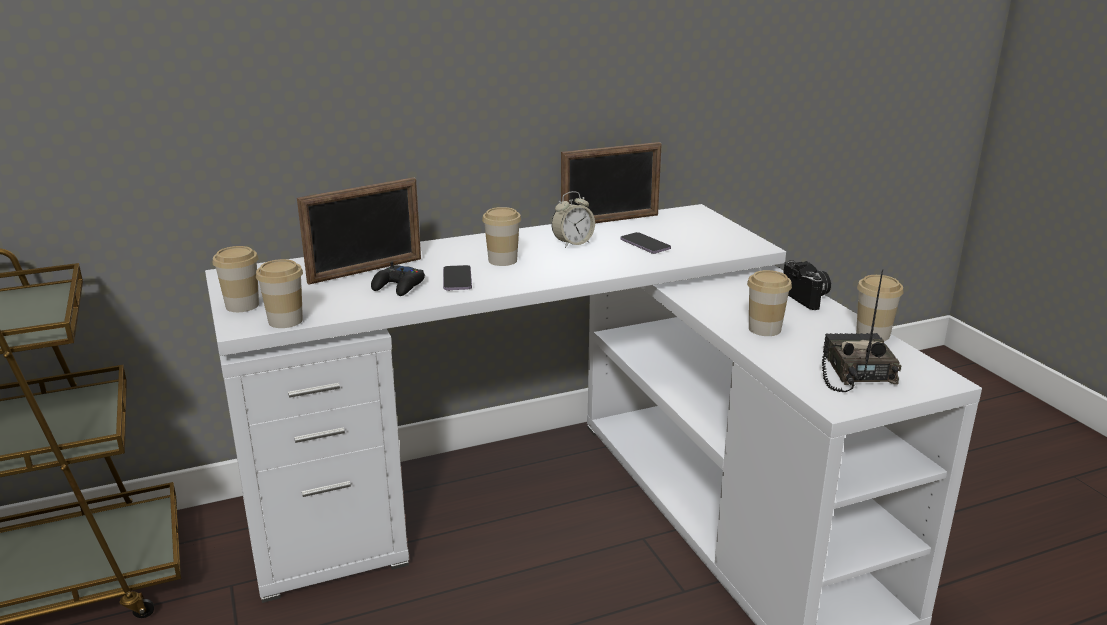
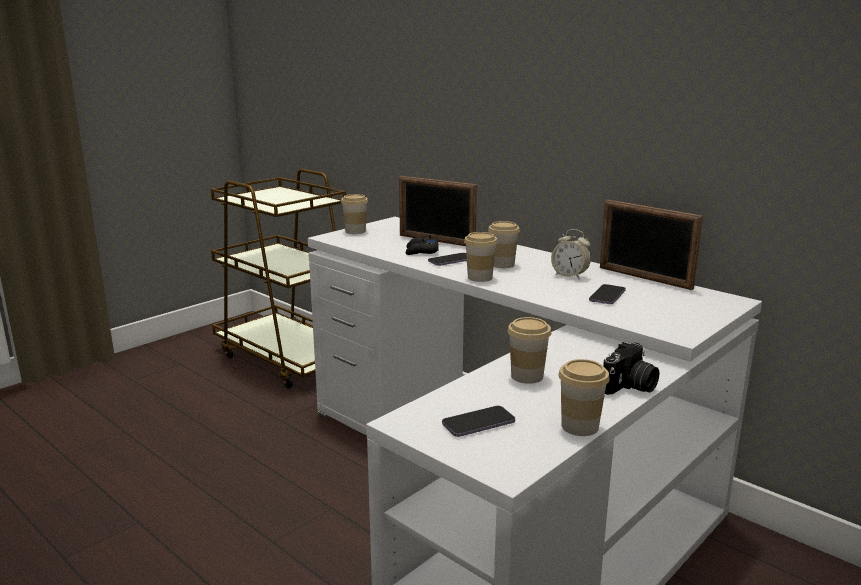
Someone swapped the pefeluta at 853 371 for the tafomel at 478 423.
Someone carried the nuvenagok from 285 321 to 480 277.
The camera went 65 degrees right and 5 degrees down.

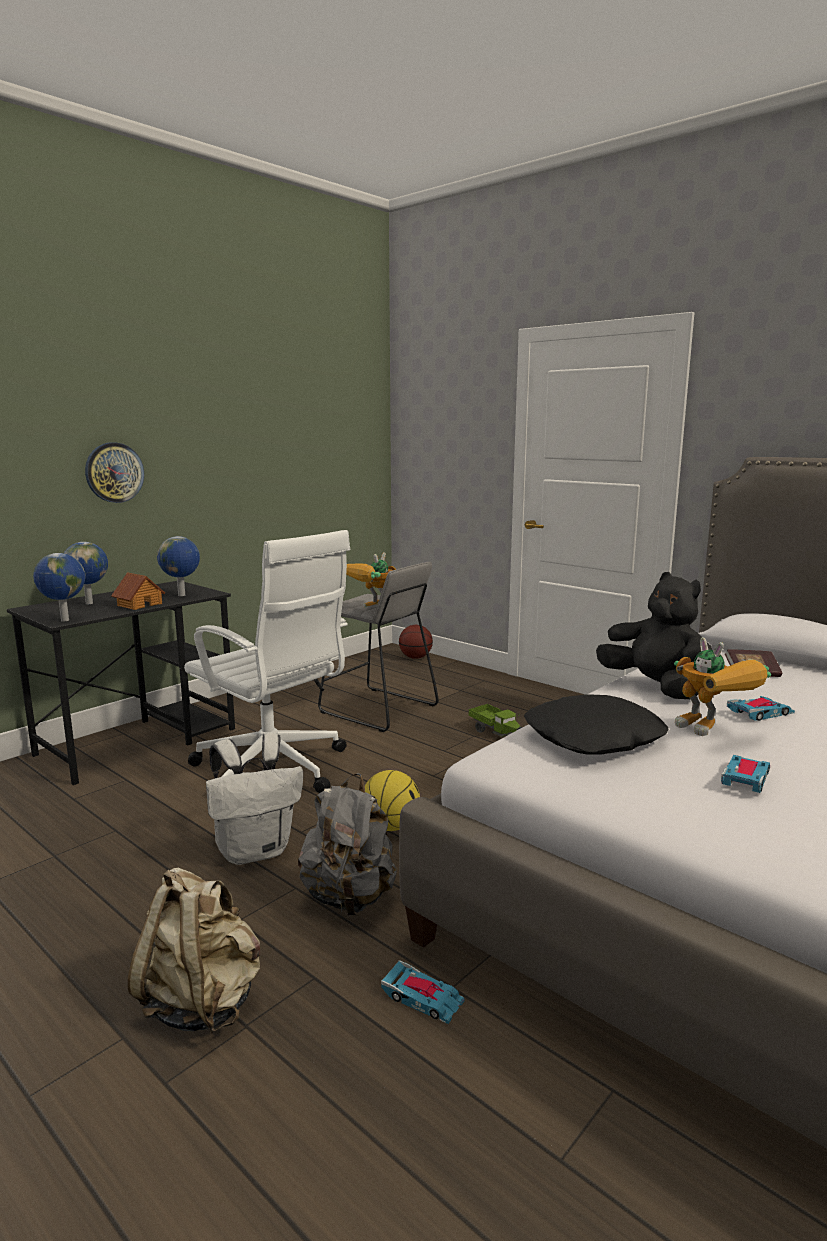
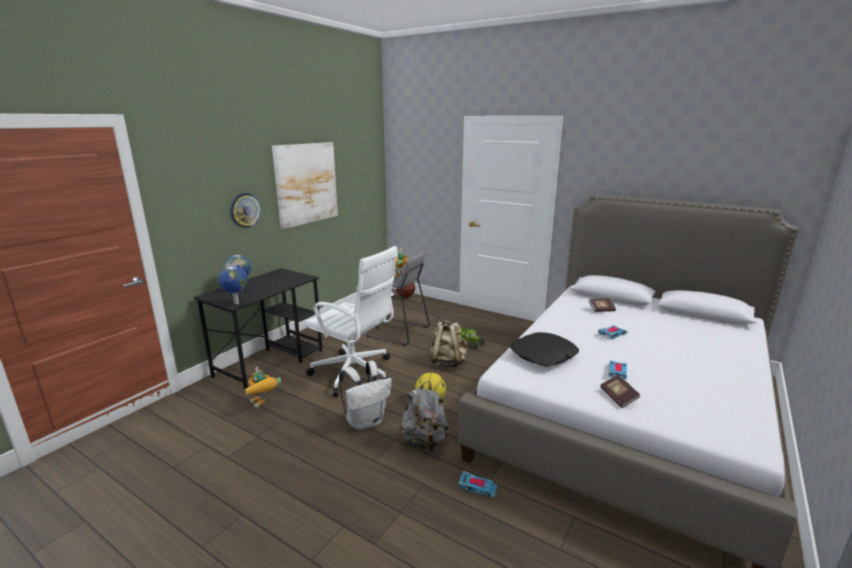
Someone carried the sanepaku from 713 731 to 263 405.
Someone put up the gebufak at 306 183.
Someone carried the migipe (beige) from 202 1001 to 448 362.
Someone put down the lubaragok at 618 397.
Someone took away the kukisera at 139 604.
Someone took away the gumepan at 182 595.
Someone took away the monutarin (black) at 655 687.
The camera went 10 degrees left and 5 degrees up.

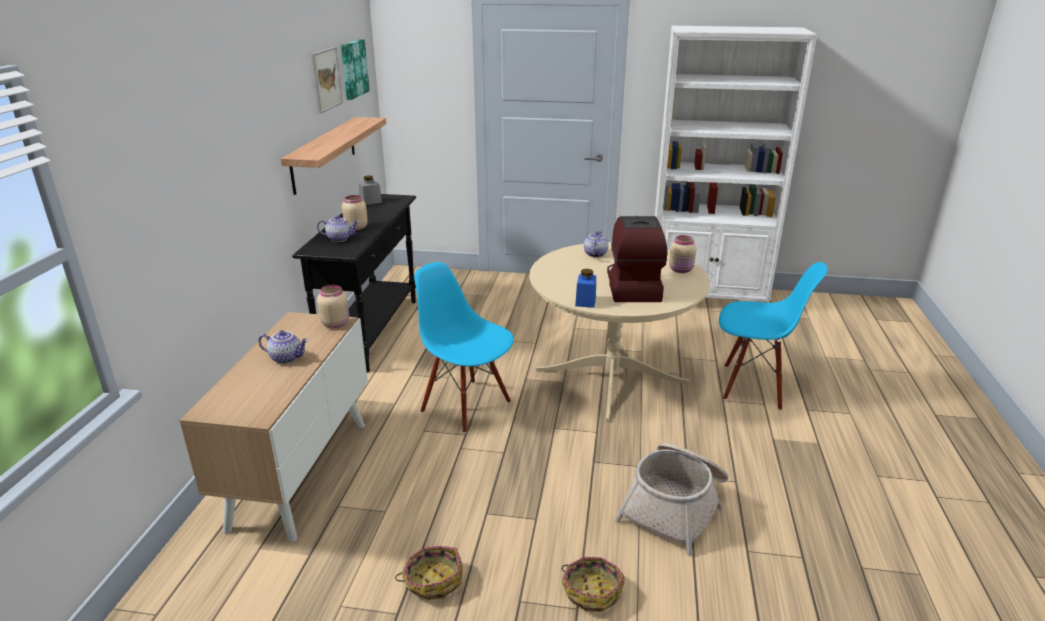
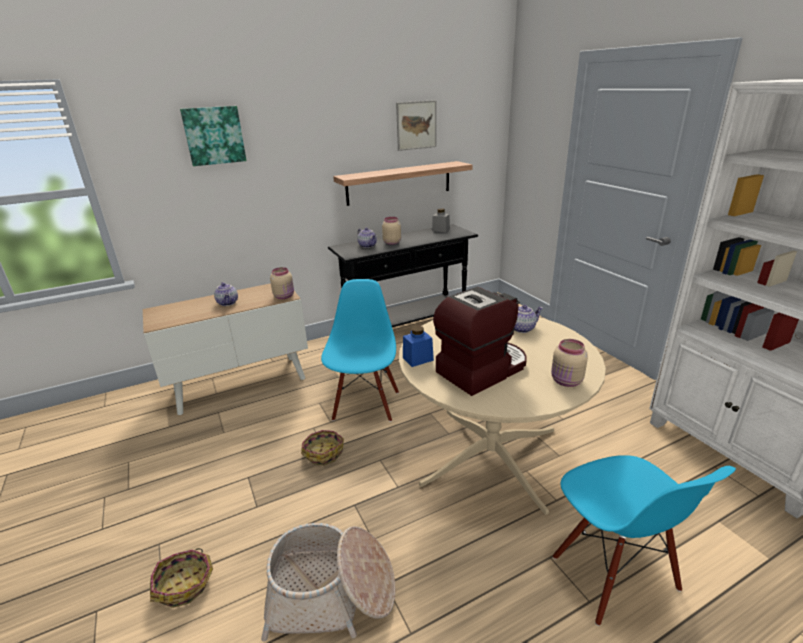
Someone carried the gebufak from 353 69 to 214 135.
Someone carried the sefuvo from 433 580 to 323 452.
The camera went 55 degrees right and 0 degrees up.

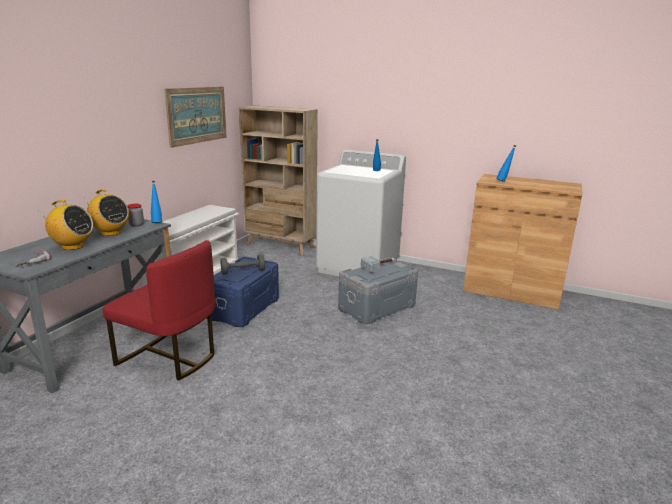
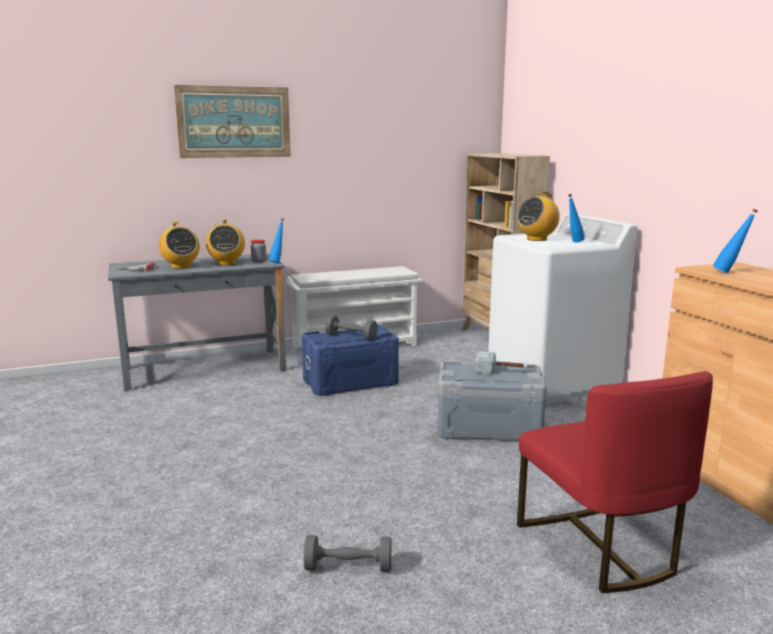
Someone carried the gebufak from 197 115 to 234 122.
Someone put down the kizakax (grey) at 348 567.
Someone put down the pefeluta at 537 239.
Someone carried the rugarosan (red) from 169 357 to 600 547.
The camera went 45 degrees right and 5 degrees down.

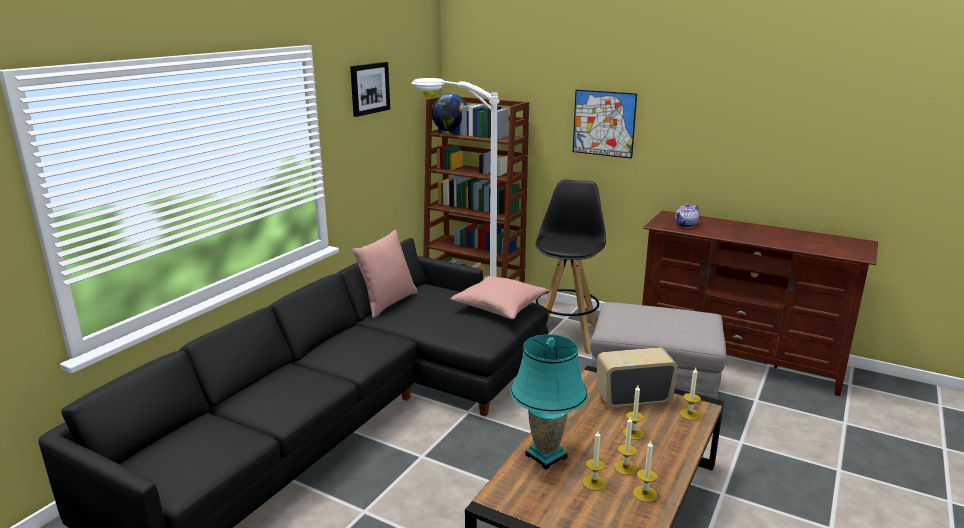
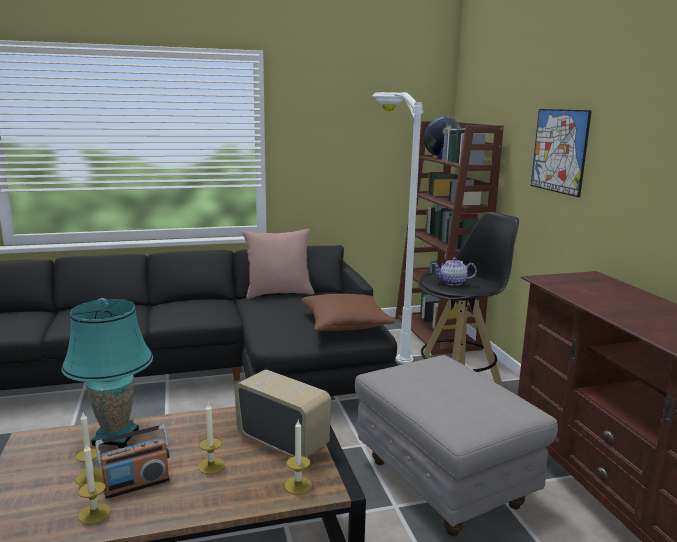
Someone swapped the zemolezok at 625 467 for the pefeluta at 136 484.
Someone repainted the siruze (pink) at 499 307, which became the siruze (brown) at 345 324.
Someone carried the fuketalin from 686 225 to 452 283.
Someone took away the gebufak at 369 88.
The camera went 45 degrees right and 5 degrees down.

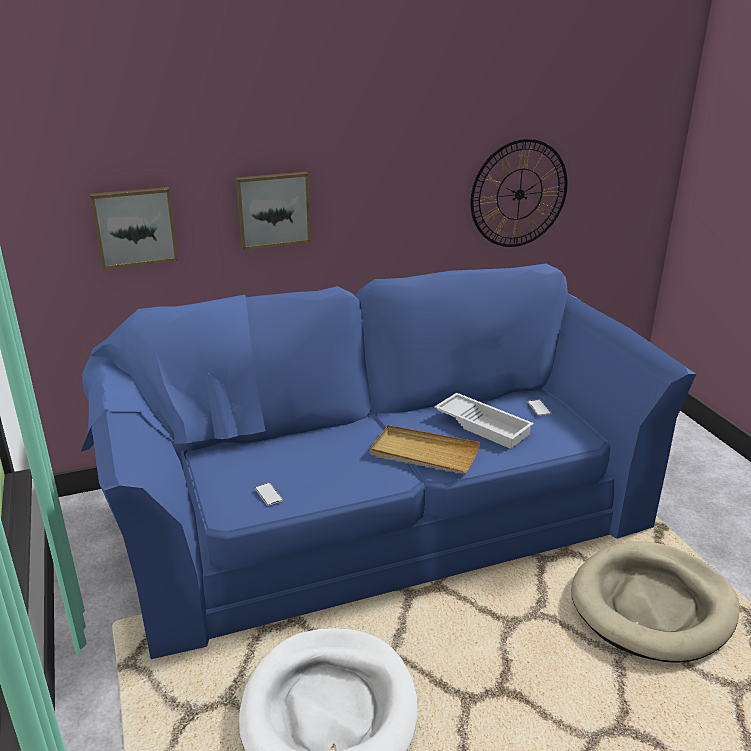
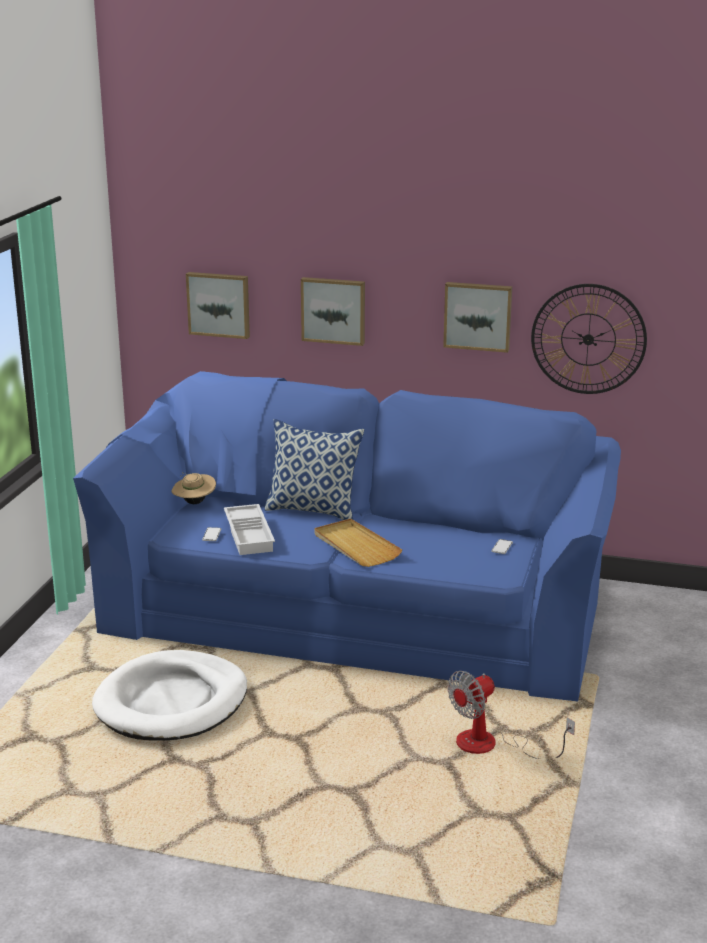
Someone put down the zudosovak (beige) at 194 502.
Someone carried the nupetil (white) from 484 425 to 250 535.
Someone put down the siruze at 314 510.
Someone put up the gebufak at 478 316.
Someone swapped the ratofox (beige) at 653 605 for the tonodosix at 491 745.
The camera went 35 degrees right and 5 degrees down.

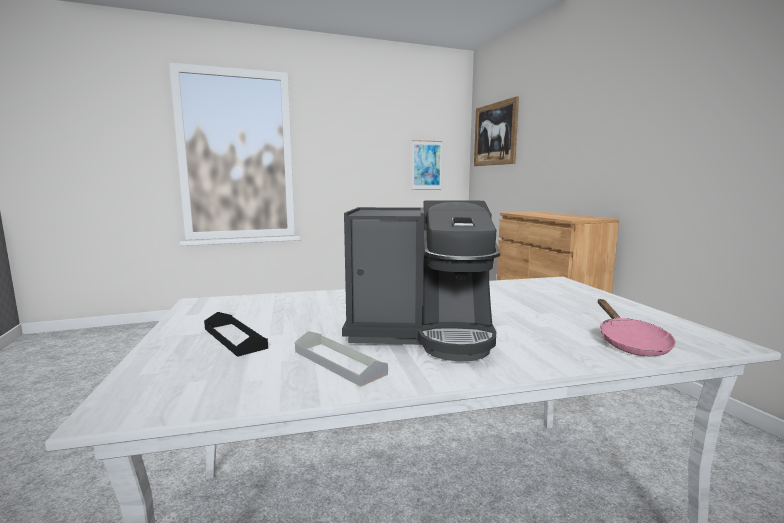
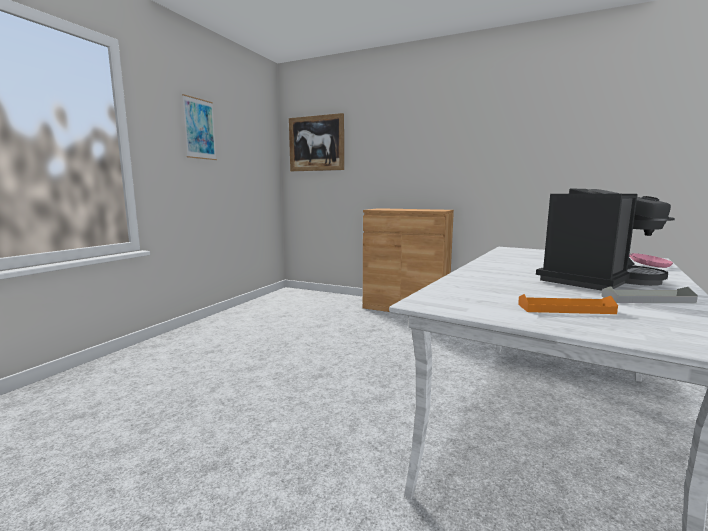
Someone carried the gebufak from 426 165 to 199 129.
Someone repainted the nupetil (black) at 234 338, which became the nupetil (orange) at 565 309.
The camera went 45 degrees left and 0 degrees up.

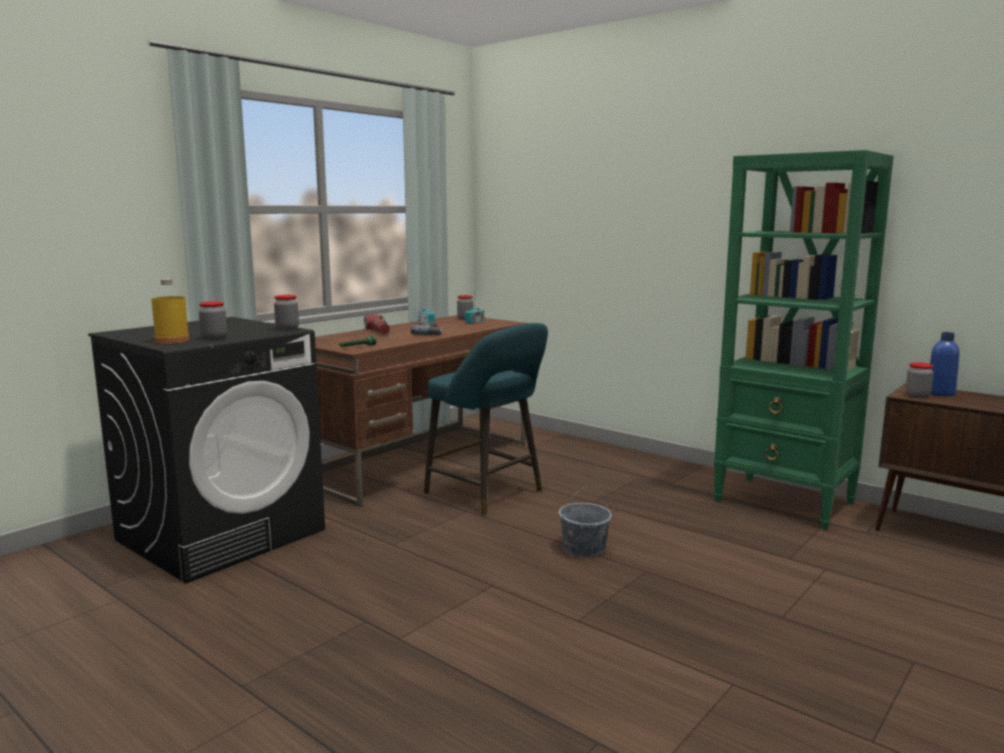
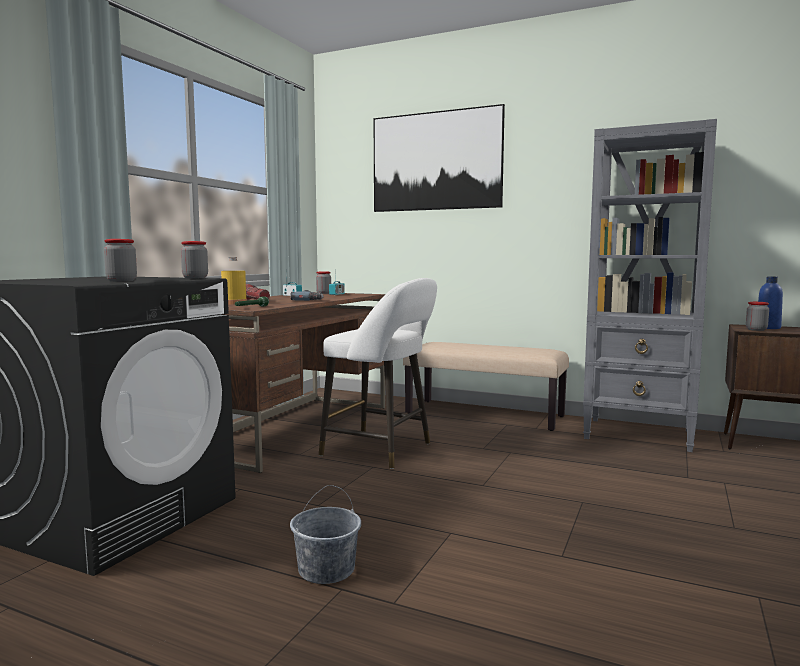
Someone carried the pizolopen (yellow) from 172 340 to 234 303.
Someone carried the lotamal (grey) from 584 548 to 327 569.
Someone repainted the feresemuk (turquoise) at 488 494, which became the feresemuk (white) at 382 451.
Someone put up the gebufak at 436 161.
Someone put down the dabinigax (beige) at 485 414.
Someone repainted the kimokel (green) at 785 502, which became the kimokel (grey) at 640 435.
The camera went 15 degrees left and 5 degrees down.

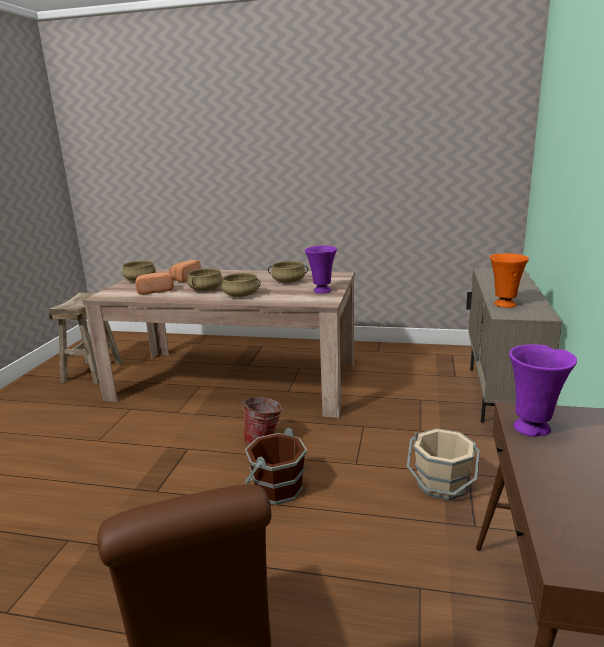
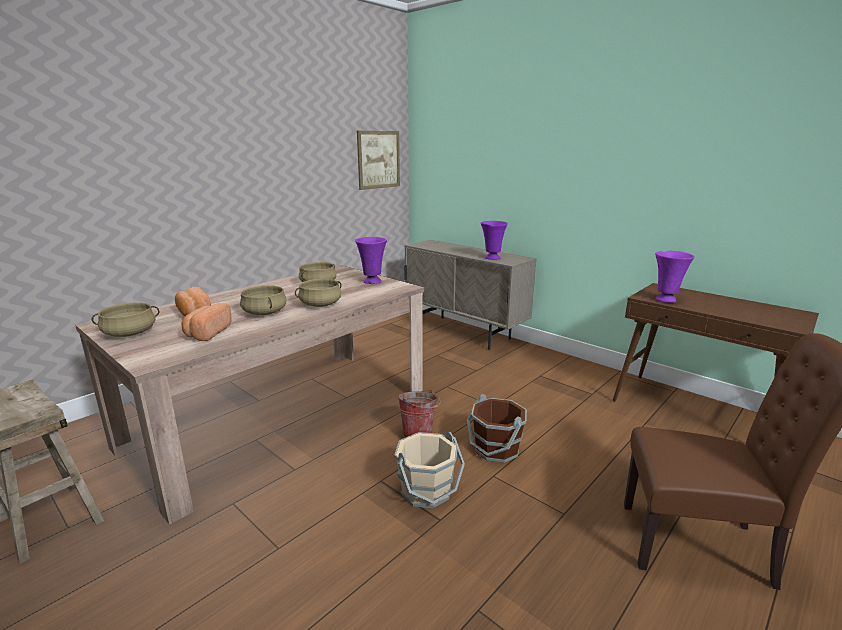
Someone put up the gebufak at 378 159.
Someone carried the lotamal (beige) from 442 485 to 427 491.
Someone repainted the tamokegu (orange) at 504 304, which became the tamokegu (purple) at 492 258.
The camera went 60 degrees left and 0 degrees up.

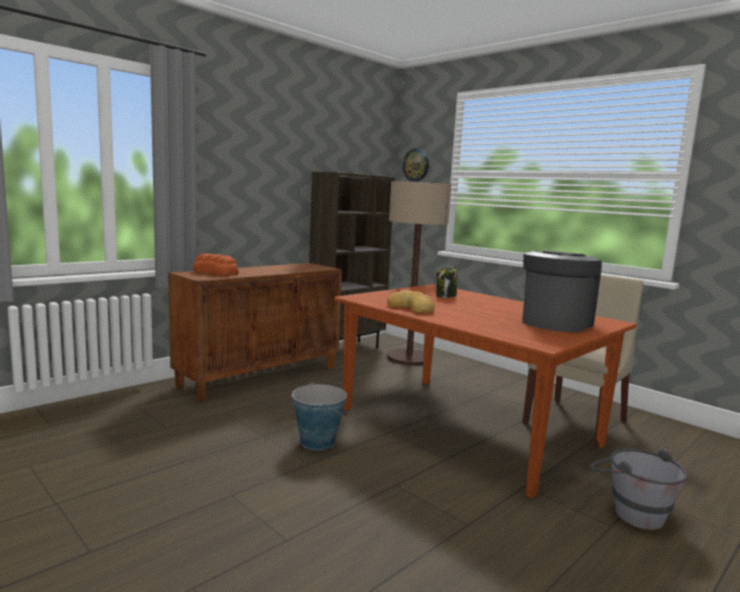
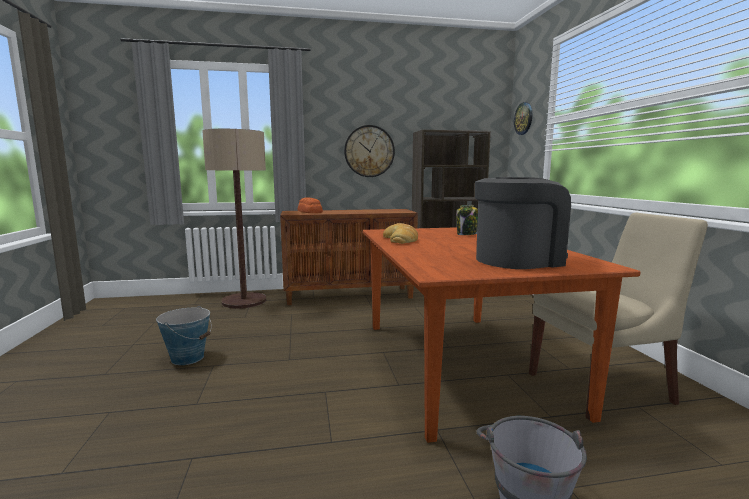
Someone carried the lotamal from 317 442 to 188 358.
Someone carried the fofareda from 409 358 to 244 301.
Someone put up the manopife at 369 151.
The camera went 35 degrees right and 0 degrees up.

